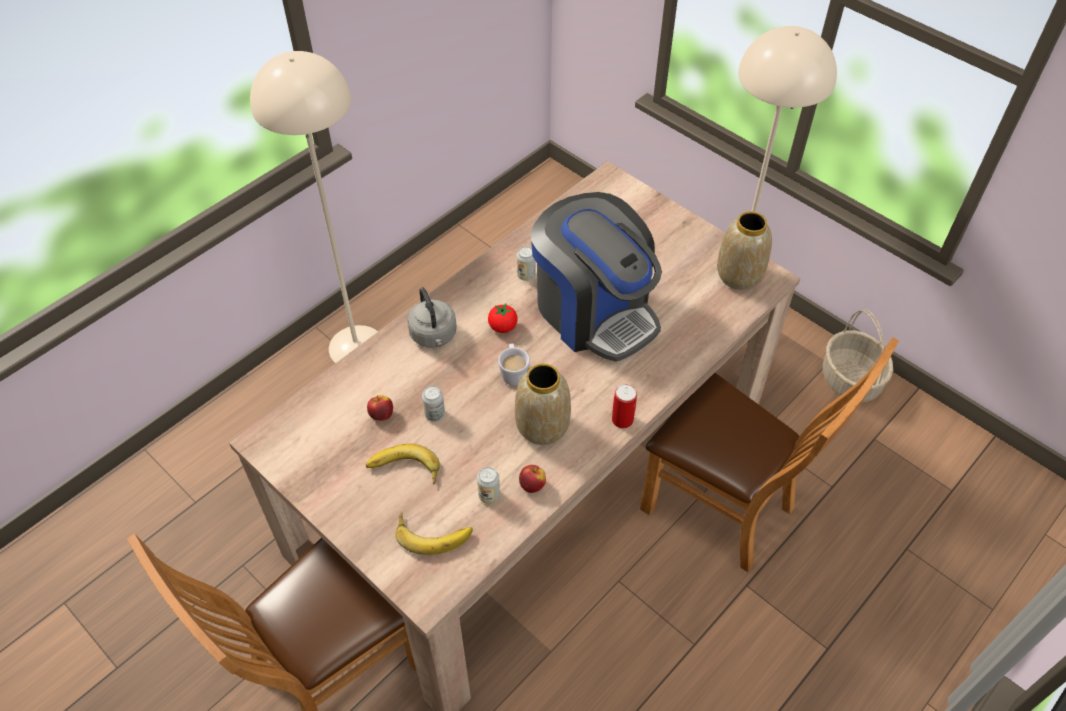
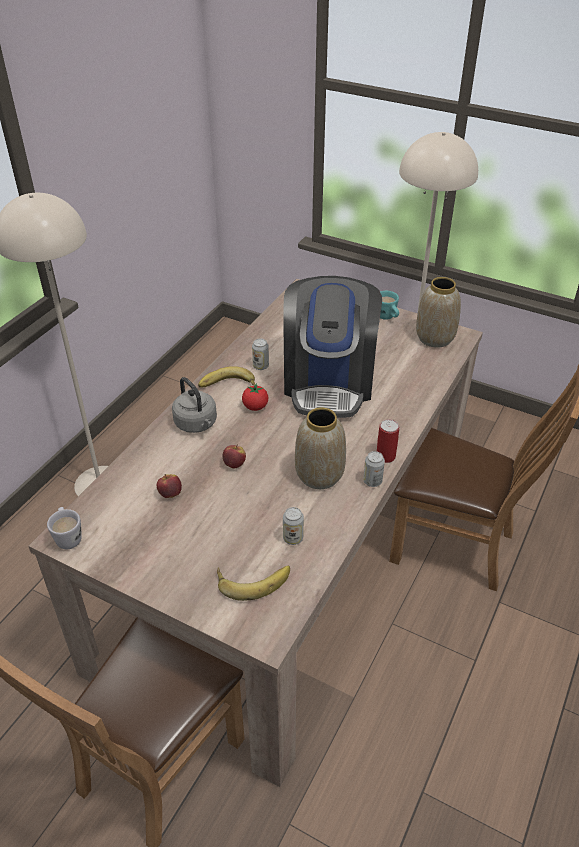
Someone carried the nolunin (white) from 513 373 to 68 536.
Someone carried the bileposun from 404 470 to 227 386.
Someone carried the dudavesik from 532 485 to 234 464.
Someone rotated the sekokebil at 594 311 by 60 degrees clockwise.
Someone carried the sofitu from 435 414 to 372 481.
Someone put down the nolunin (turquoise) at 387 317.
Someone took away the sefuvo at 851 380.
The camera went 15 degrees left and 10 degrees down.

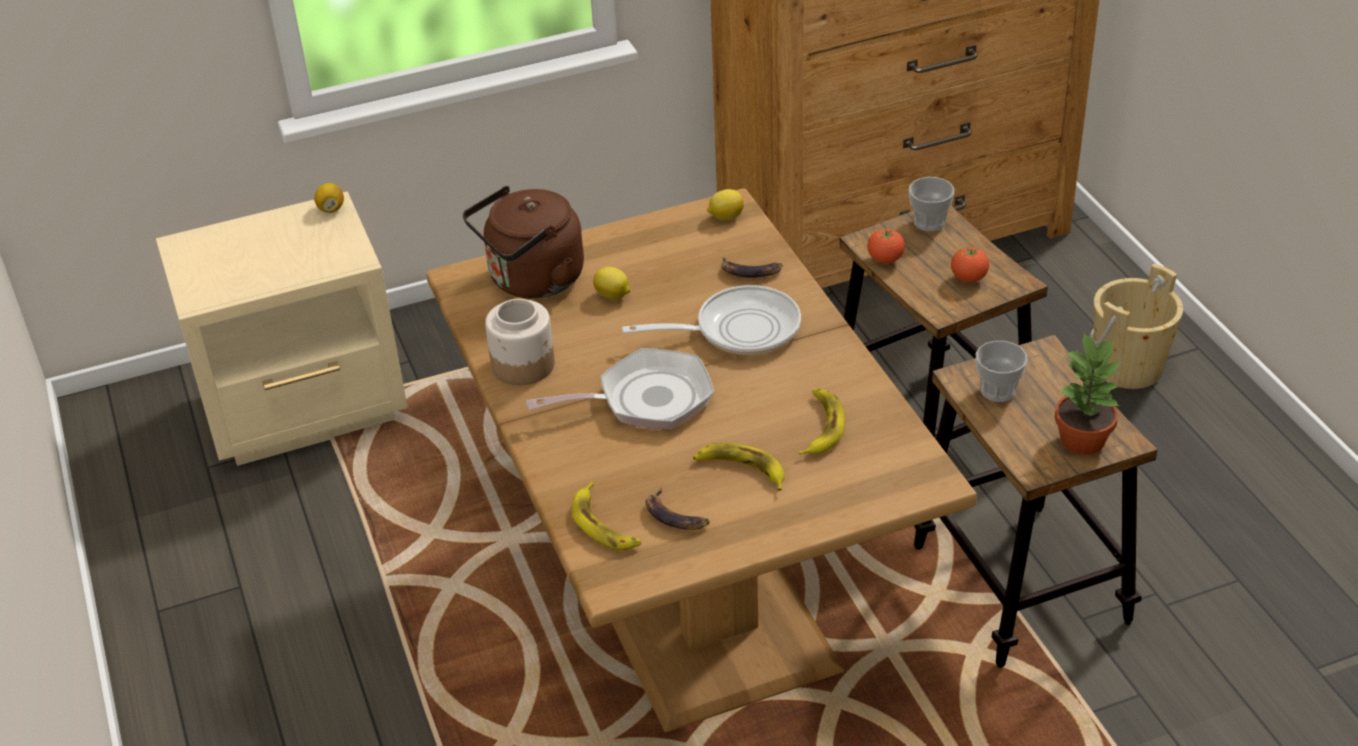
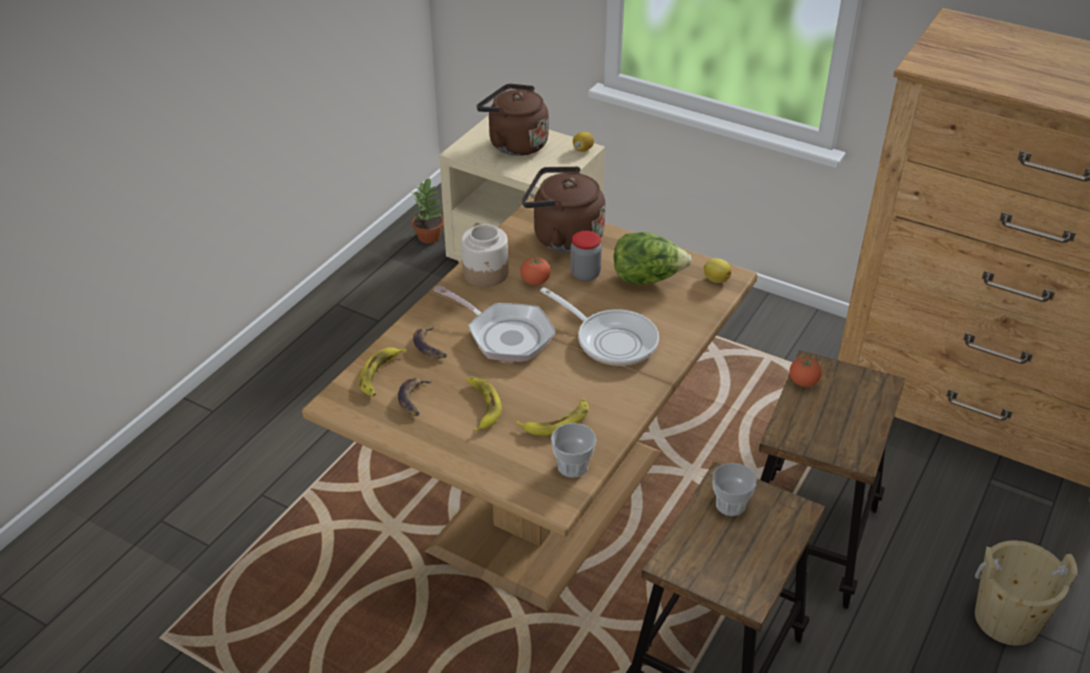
Someone carried the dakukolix from 1083 439 to 430 236.
Someone carried the bileposun from 750 271 to 429 346.
Someone put down the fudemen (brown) at 514 144.
Someone carried the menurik from 968 278 to 535 282.
Someone carried the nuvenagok from 929 222 to 572 466.
Someone swapped the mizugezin at 613 296 for the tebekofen at 585 274.
Someone put down the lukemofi at 647 278.
The camera went 50 degrees right and 0 degrees up.

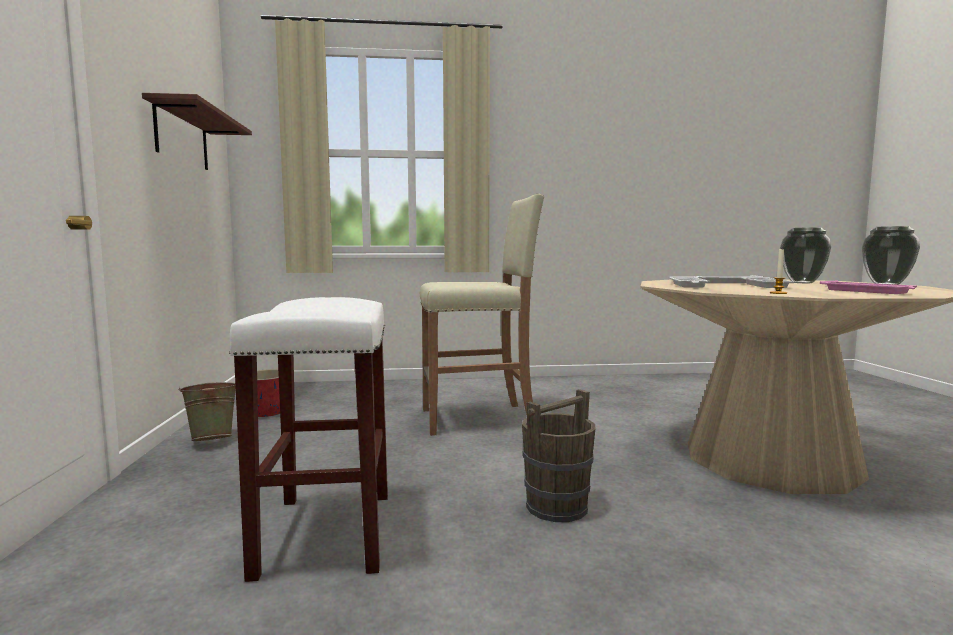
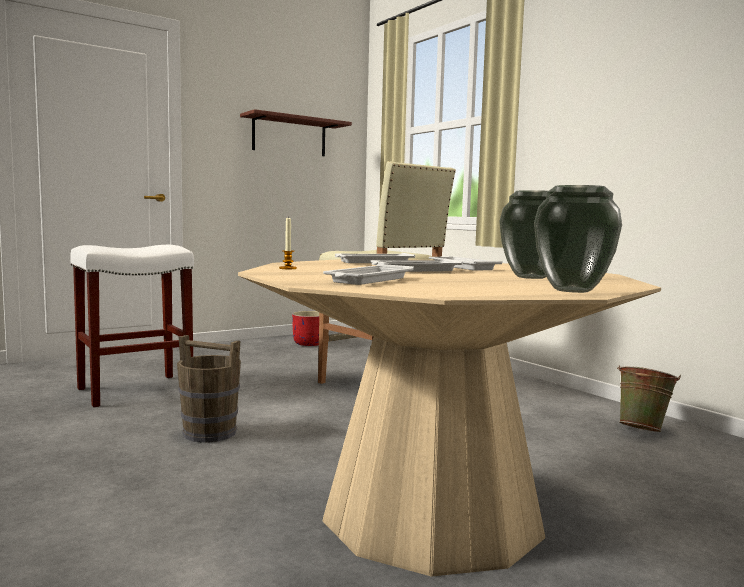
Someone repainted the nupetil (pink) at 867 291, which became the nupetil (white) at 369 280.
Someone carried the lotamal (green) from 213 440 to 643 430.
The camera went 60 degrees right and 0 degrees up.

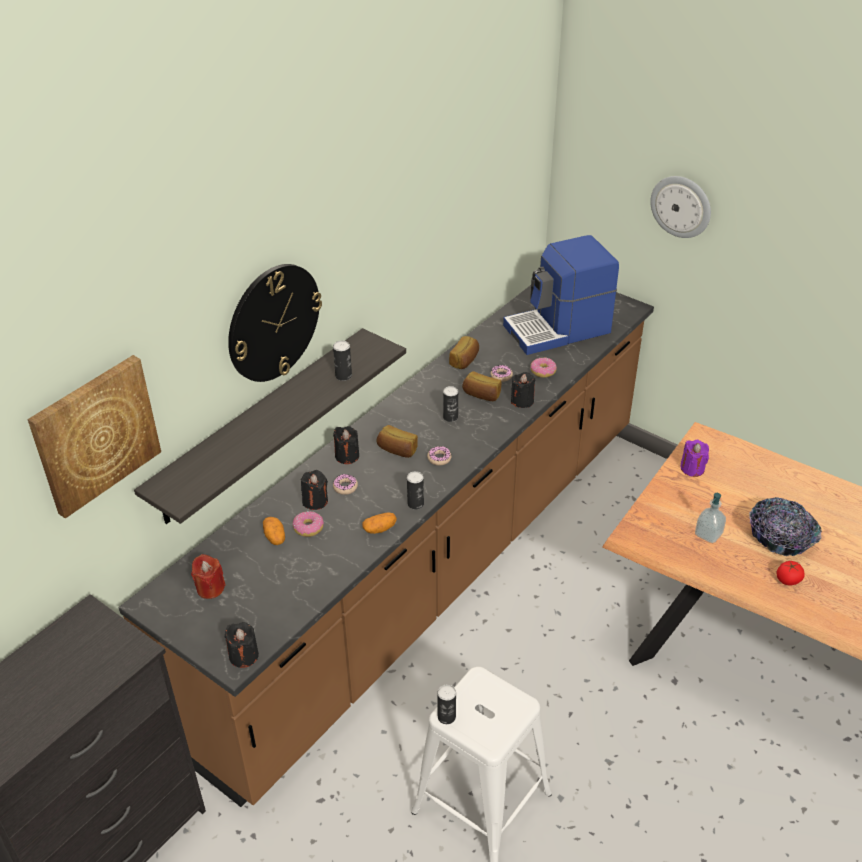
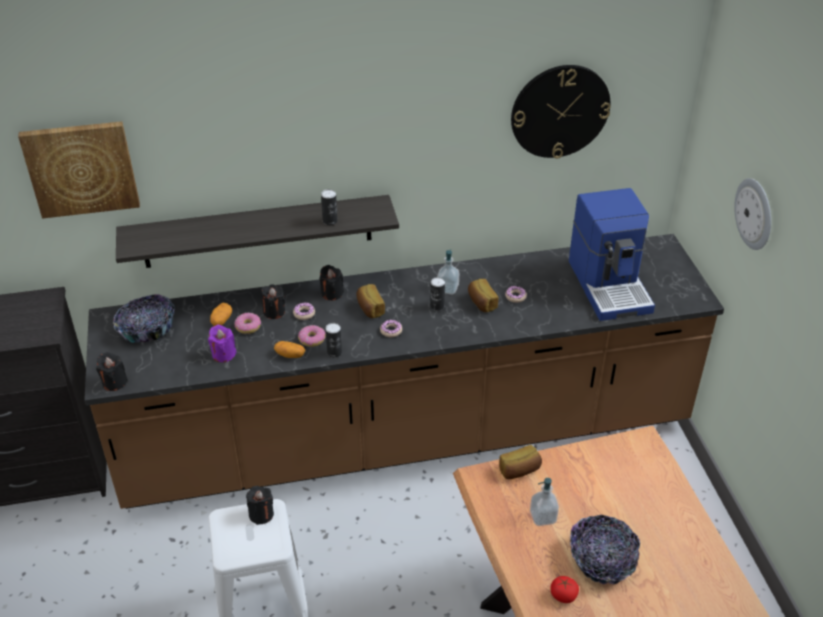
Someone swapped the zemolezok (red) at 210 588 for the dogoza at 147 329.
Someone carried the zemolezok (purple) from 692 468 to 223 354.
Someone carried the zemolezok (black) from 522 401 to 261 514.
Someone carried the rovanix from 543 371 to 312 340.
Someone put down the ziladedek at 447 289.
Someone carried the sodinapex from 465 360 to 519 471.
Someone carried the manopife from 273 322 to 560 111.
Someone rotated the sekokebil at 558 330 by 120 degrees counterclockwise.
Someone took away the sofitu at 446 716.
The camera went 40 degrees right and 0 degrees up.

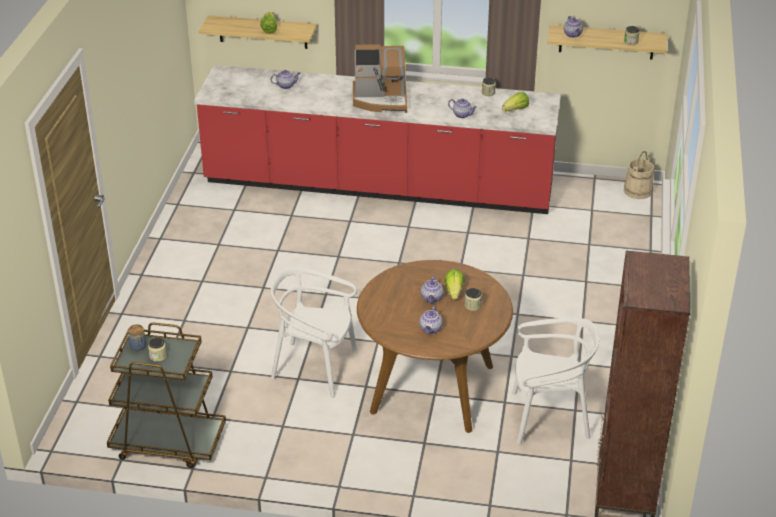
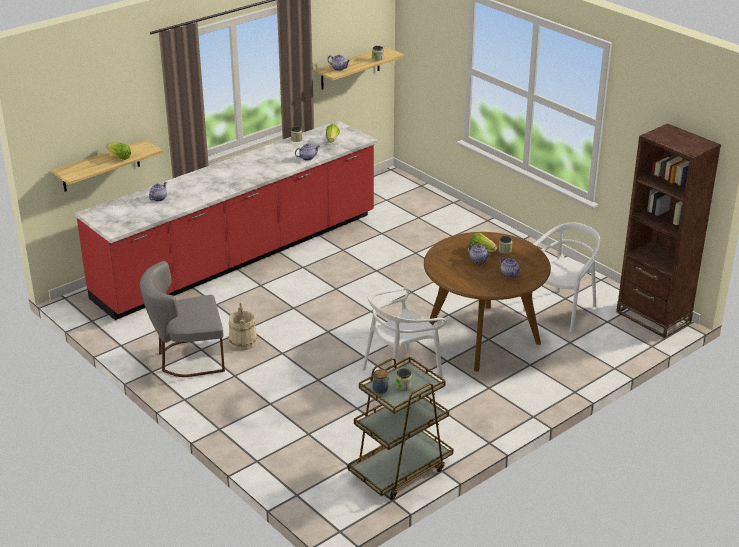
Someone put down the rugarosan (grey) at 187 359.
Someone carried the lotamal (beige) from 637 191 to 242 342.
Someone took away the sekokebil at 381 100.
The camera went 50 degrees left and 5 degrees down.

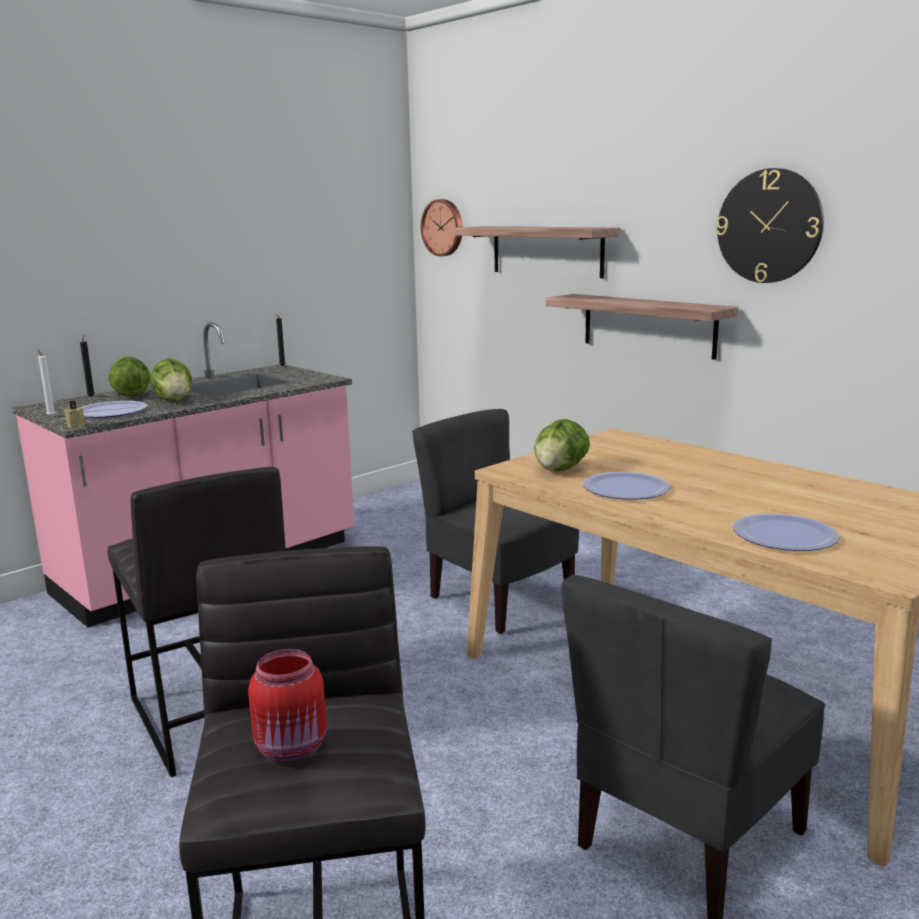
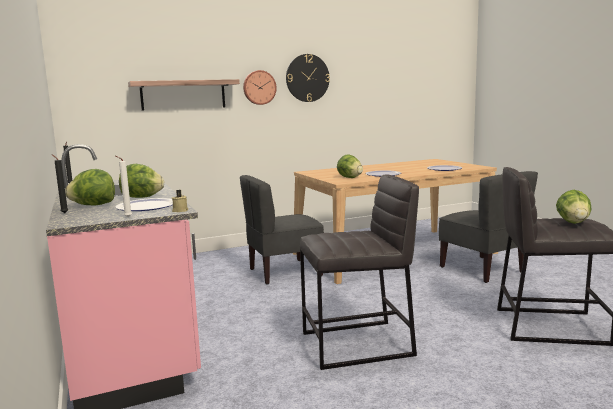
Someone carried the manopife from 443 227 to 259 87.
Someone swapped the tebekofen (red) at 293 749 for the lukemofi at 573 222.
Someone took away the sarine at 648 325.
The camera went 70 degrees left and 5 degrees down.

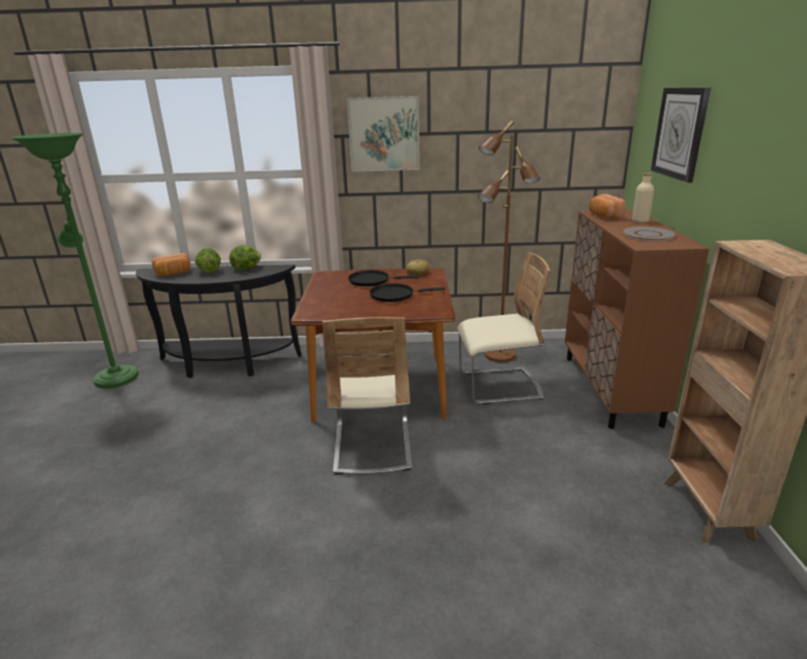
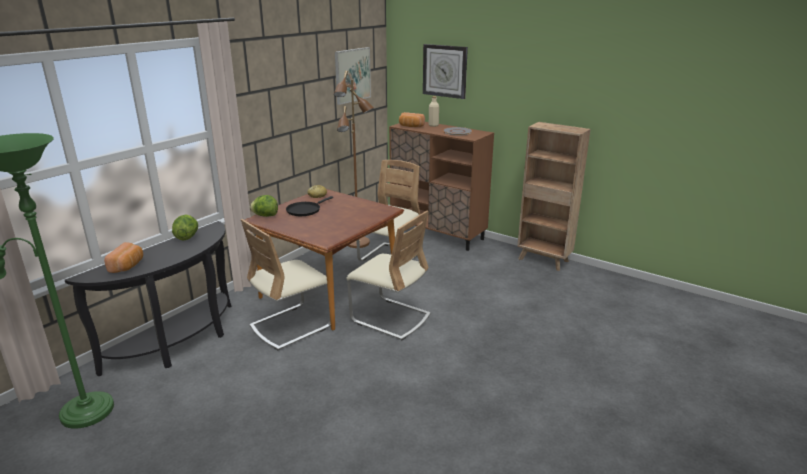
Someone put down the rugarosan (beige) at 291 326.
Someone carried the lukemofi from 209 271 to 265 216.
Someone carried the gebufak from 384 134 to 352 75.
Someone took away the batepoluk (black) at 395 295.
The camera went 55 degrees left and 0 degrees up.

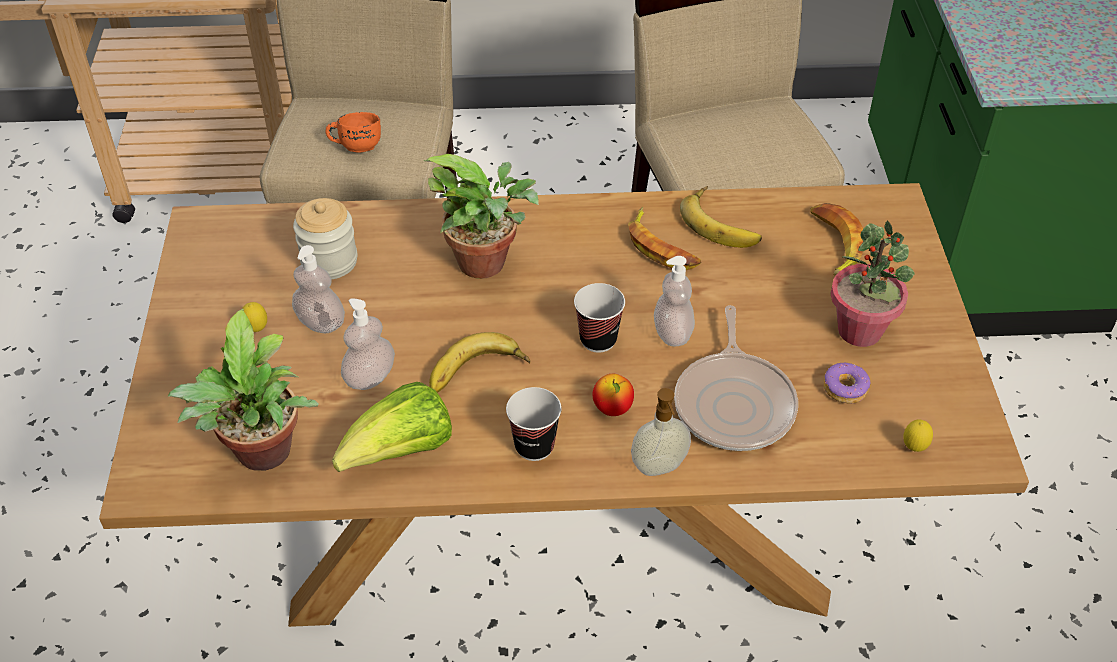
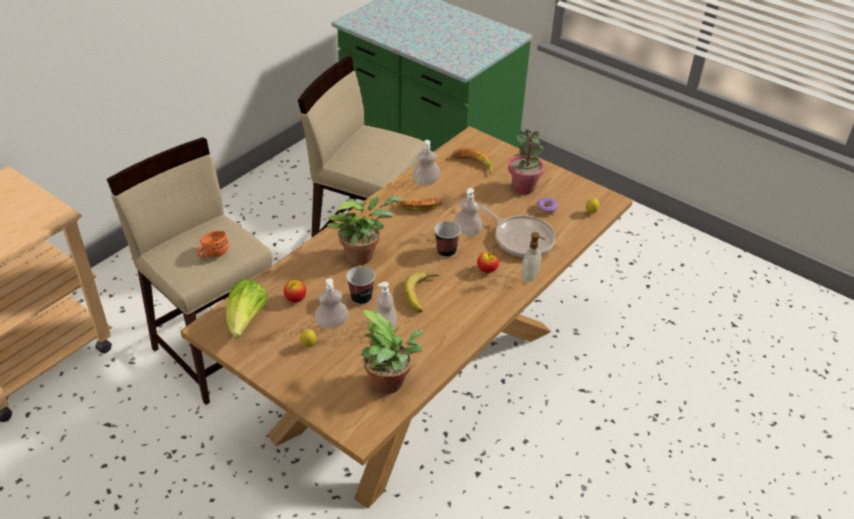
Someone carried the lukemofi from 401 453 to 246 321.
Someone swapped the tebekofen at 329 261 for the dudavesik at 295 299.
Someone carried the nuvenagok from 534 446 to 361 298.
Someone swapped the bileposun at 722 223 for the ziladedek at 426 182.
The camera went 50 degrees left and 5 degrees down.

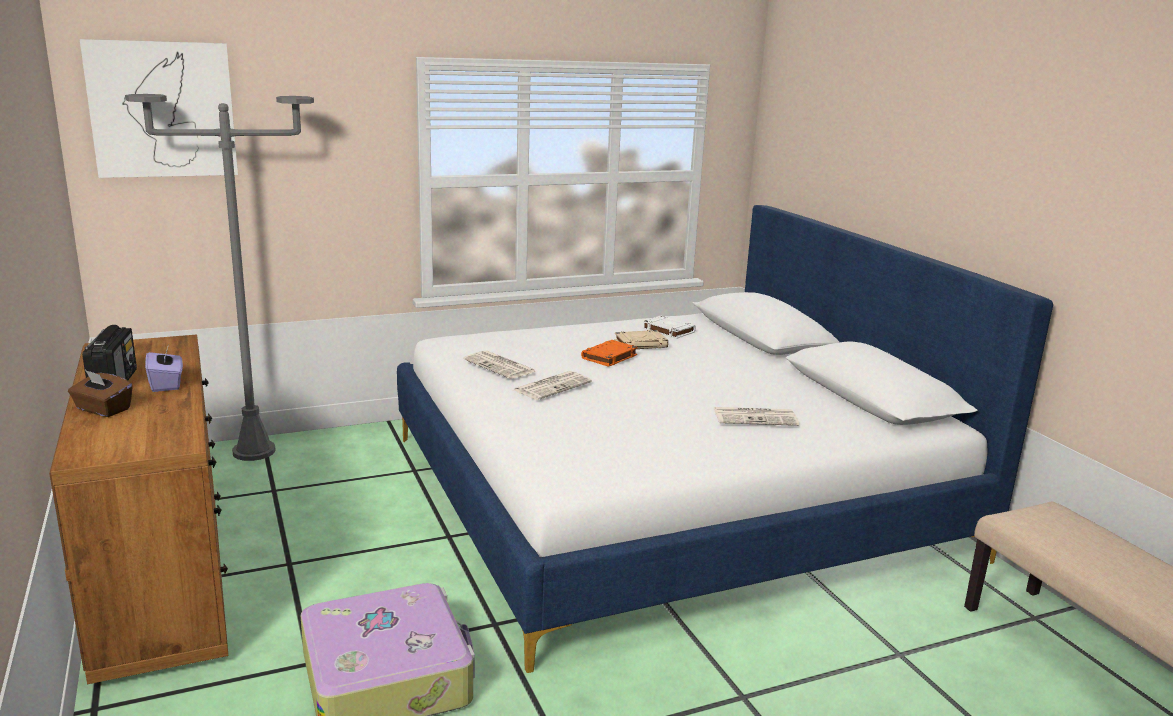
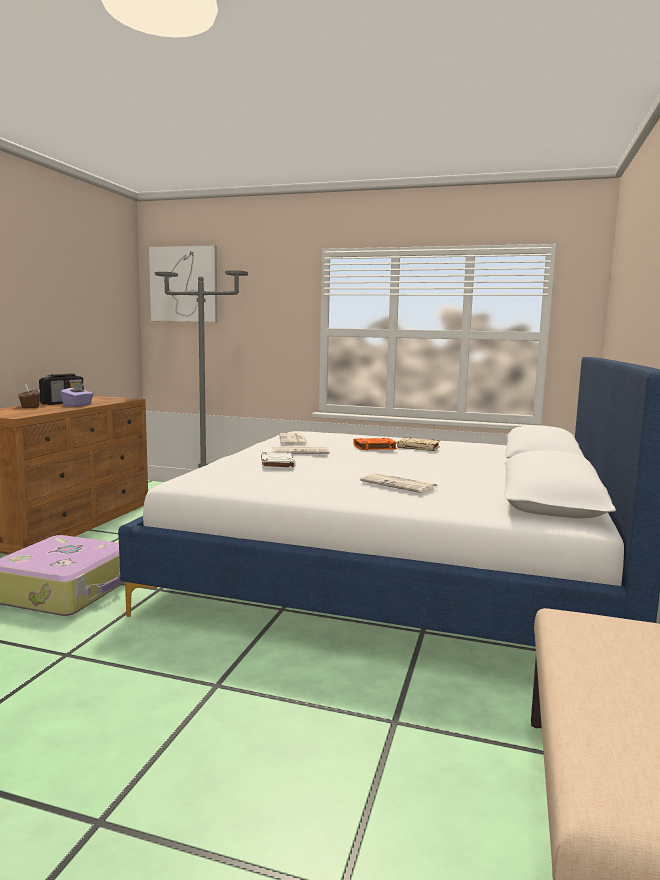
Someone carried the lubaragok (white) from 668 330 to 277 464.
The camera went 40 degrees right and 10 degrees down.

